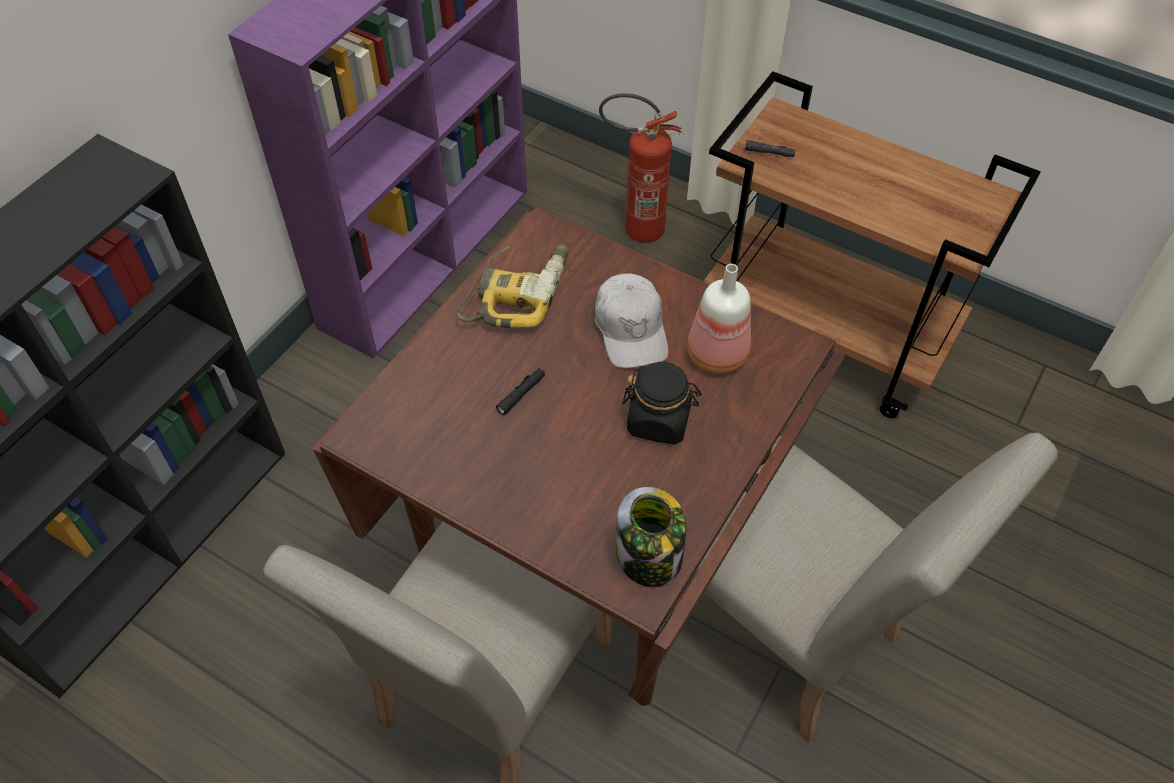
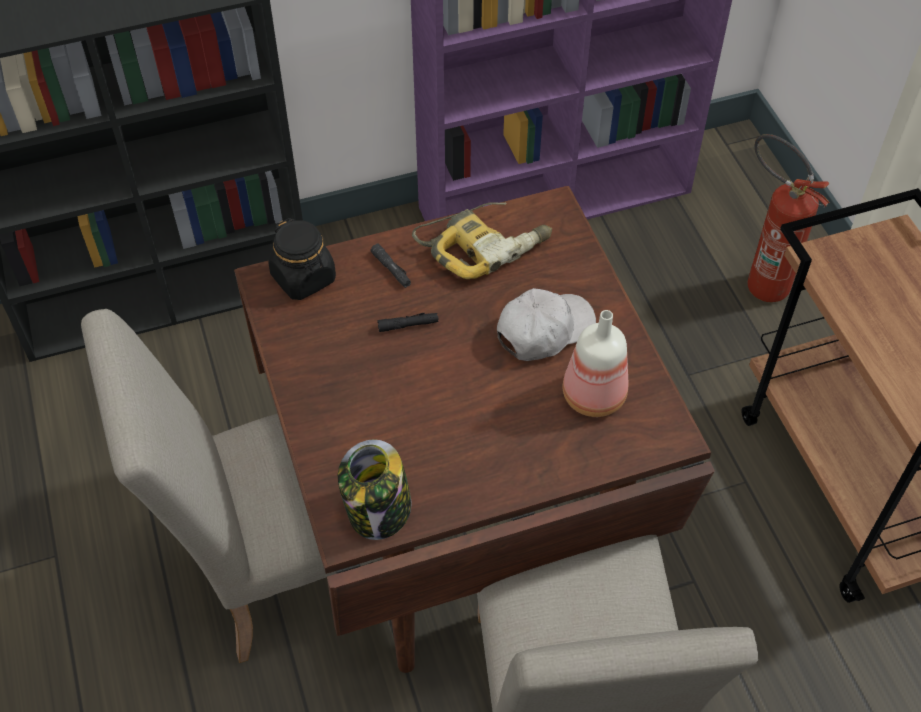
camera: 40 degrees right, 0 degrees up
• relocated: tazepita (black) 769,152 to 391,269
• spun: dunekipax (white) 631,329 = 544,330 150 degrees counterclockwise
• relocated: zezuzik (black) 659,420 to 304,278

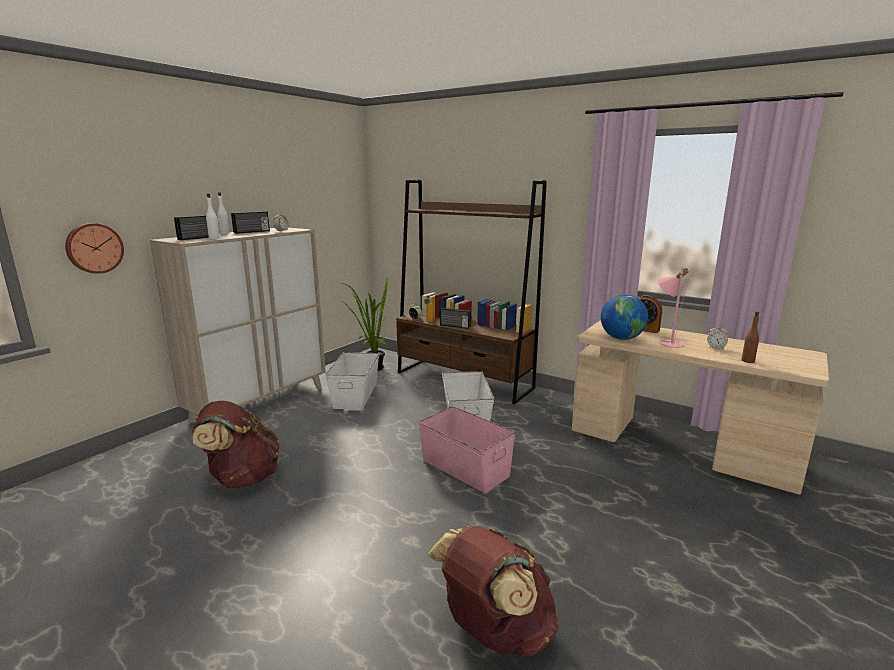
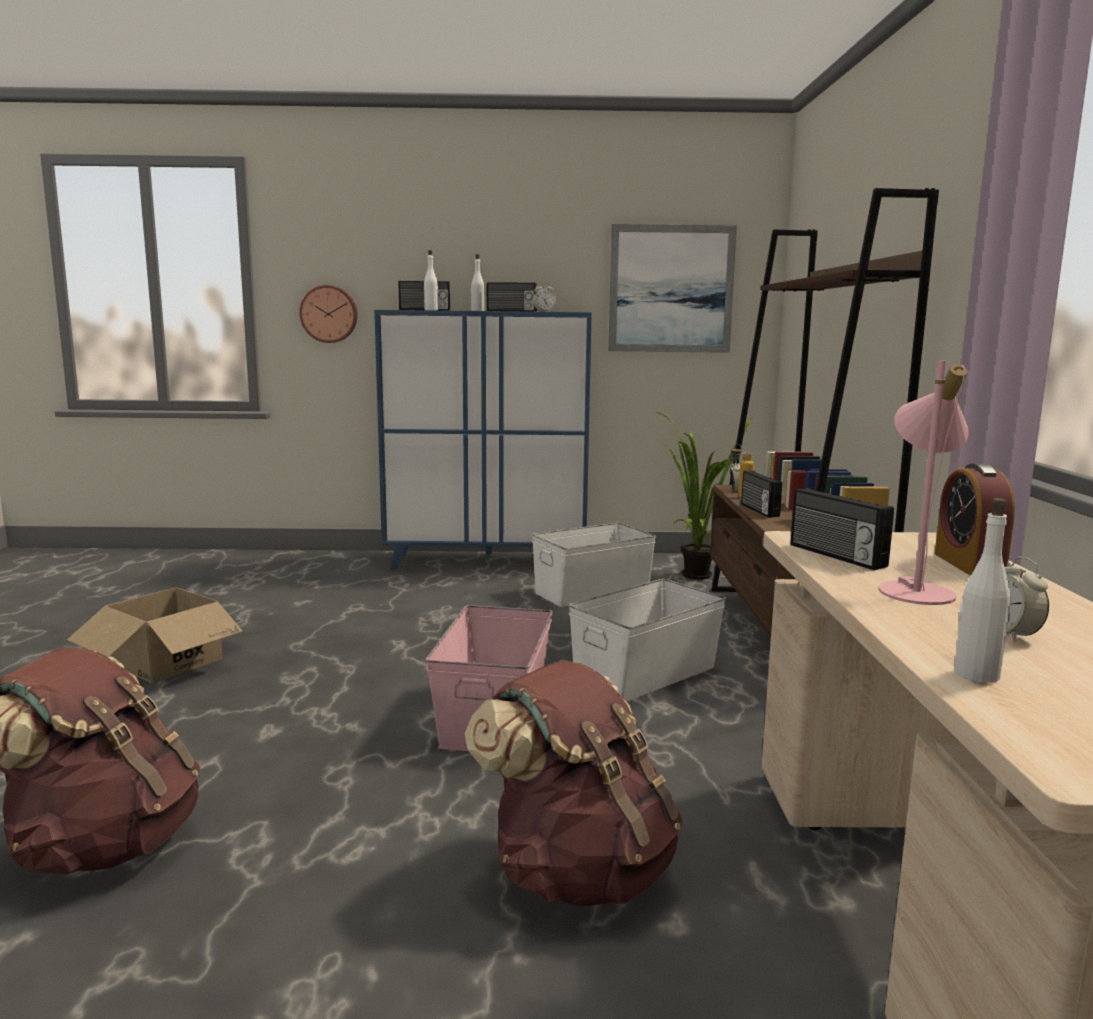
camera: 55 degrees right, 5 degrees down
• colour: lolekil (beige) 260,403 to lolekil (blue) 487,561
• exchanged: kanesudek 621,338 to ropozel 835,556
• colour: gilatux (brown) 747,361 to gilatux (white) 975,674
• relocated: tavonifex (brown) 242,478 to 577,871
• appeared: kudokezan 671,289
• appeared: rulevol 167,661

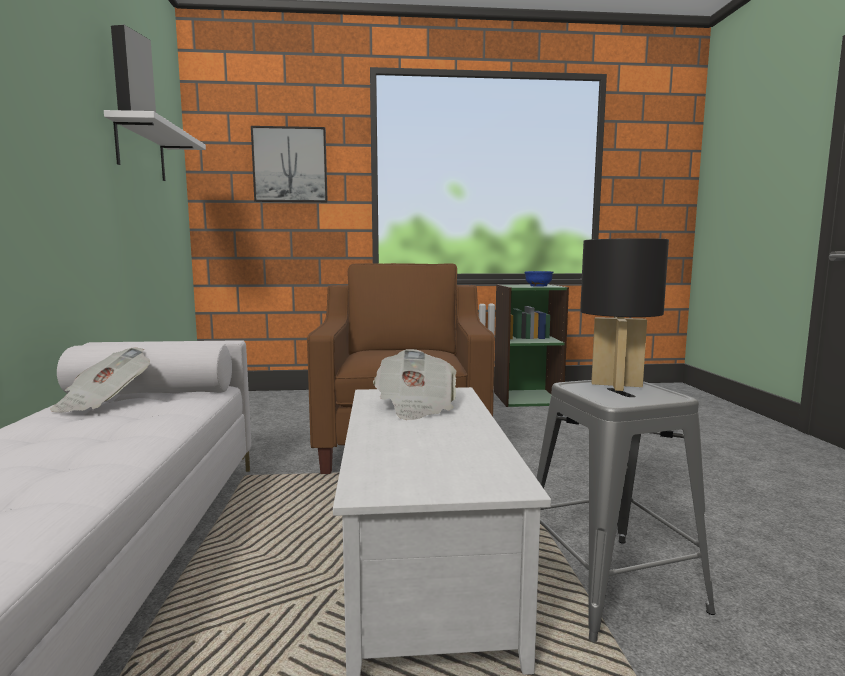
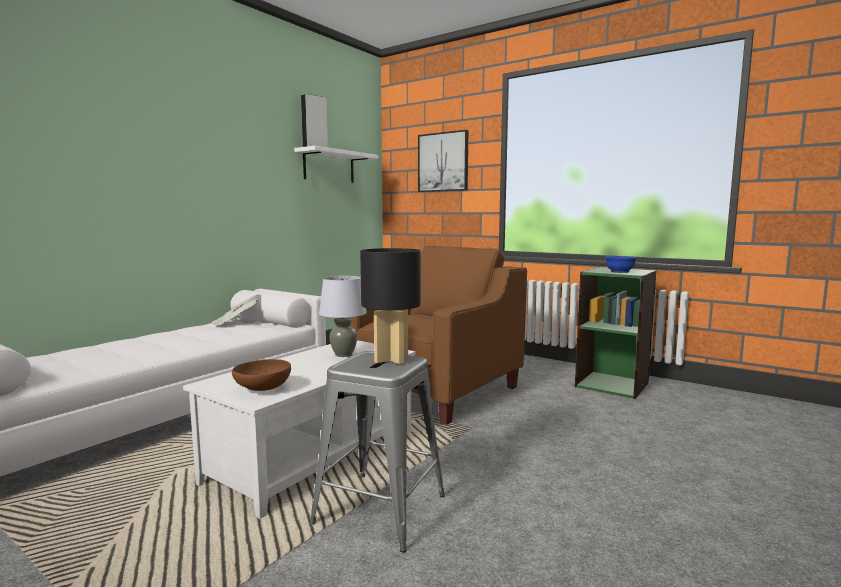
camera: 40 degrees right, 0 degrees up
• exchanged: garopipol 415,406 to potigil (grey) 344,354
• appeared: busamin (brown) 262,389

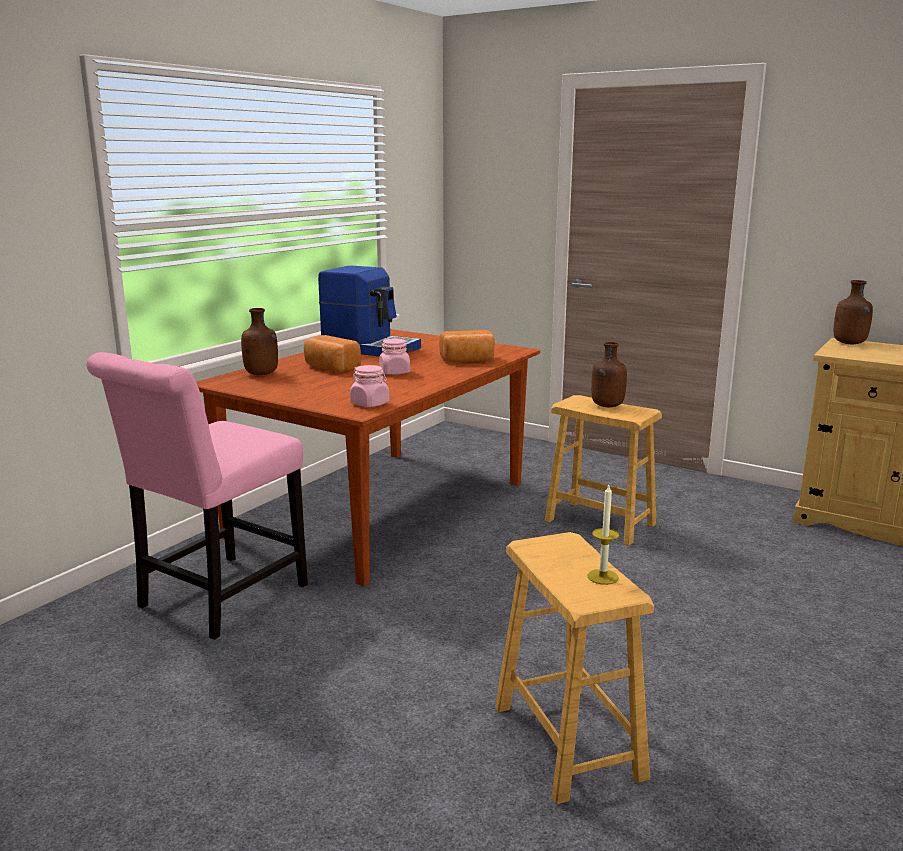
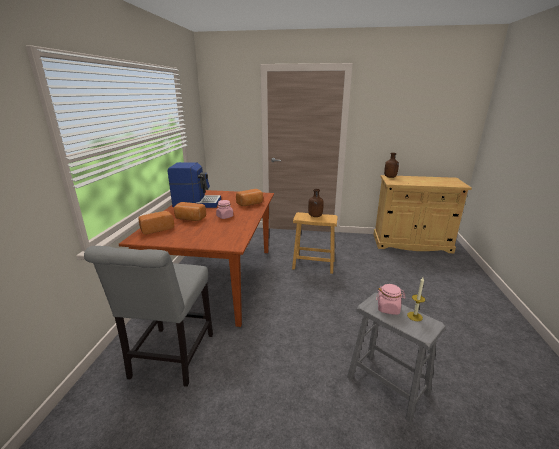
camera: 25 degrees left, 5 degrees up
• exchanged: gilatux (brown) 262,374 to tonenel 156,229
• colour: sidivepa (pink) 216,599 to sidivepa (grey) 170,359
• relocated: zezuzik (pink) 370,404 to 388,308
• colour: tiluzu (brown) 568,741 to tiluzu (grey) 387,384

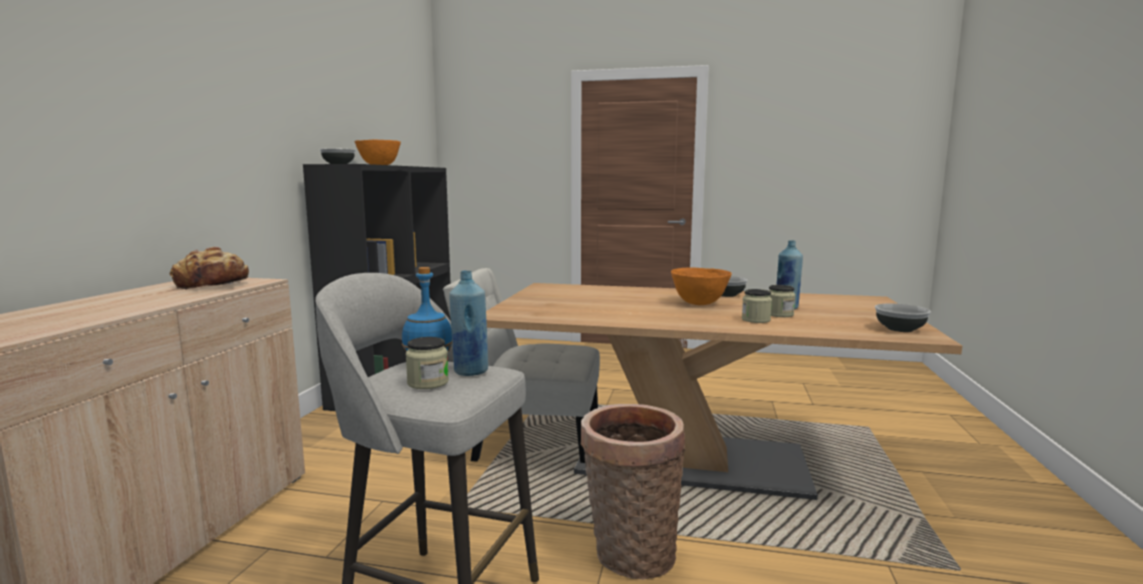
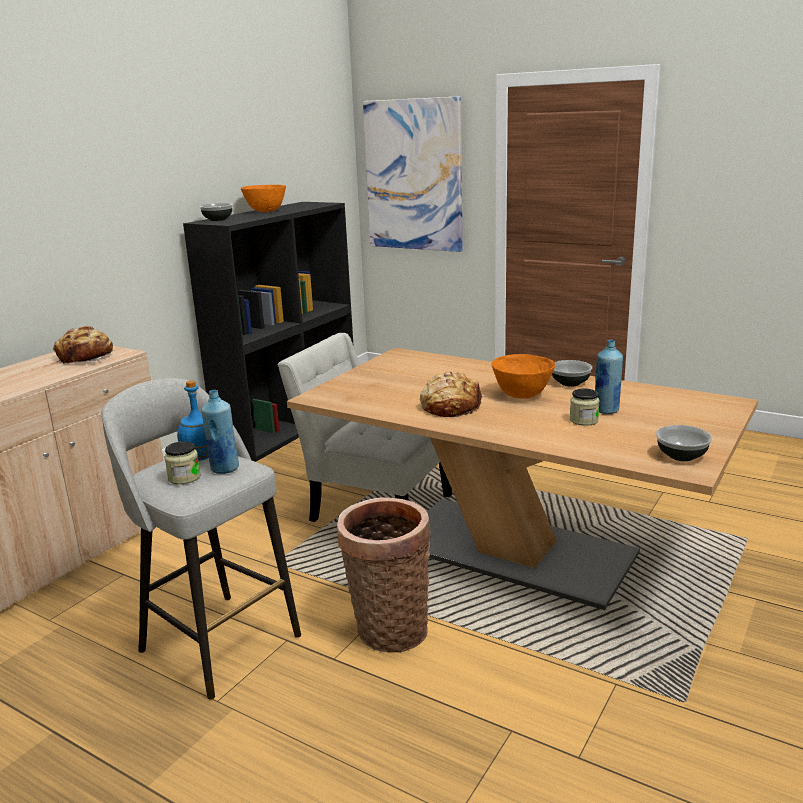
camera: 20 degrees right, 10 degrees up
• missing: zezuzik 756,320
• appeared: kudokezan 414,175
• appeared: tonenel 451,406

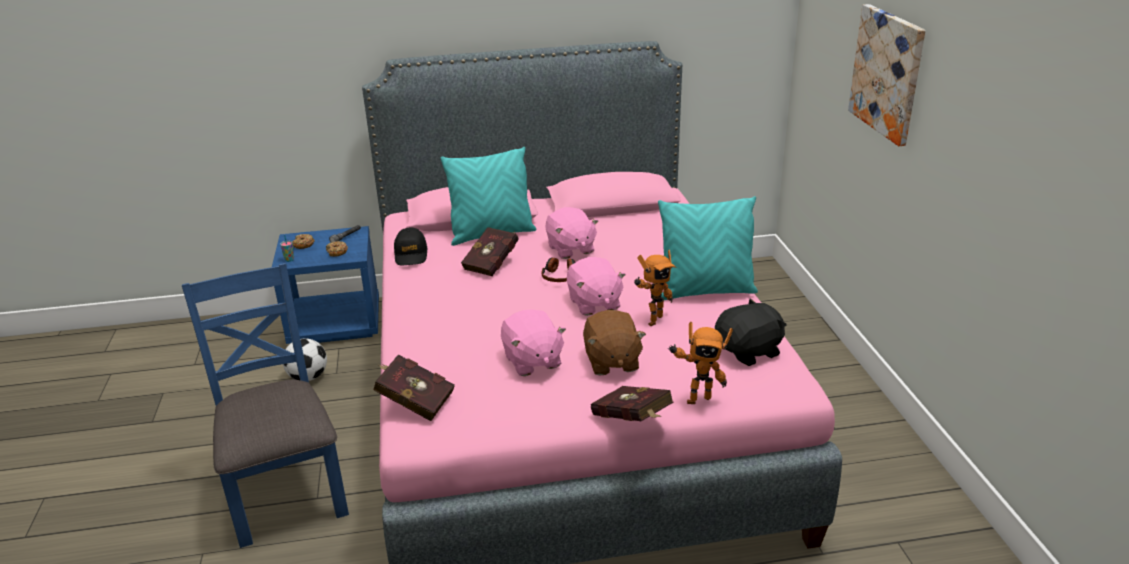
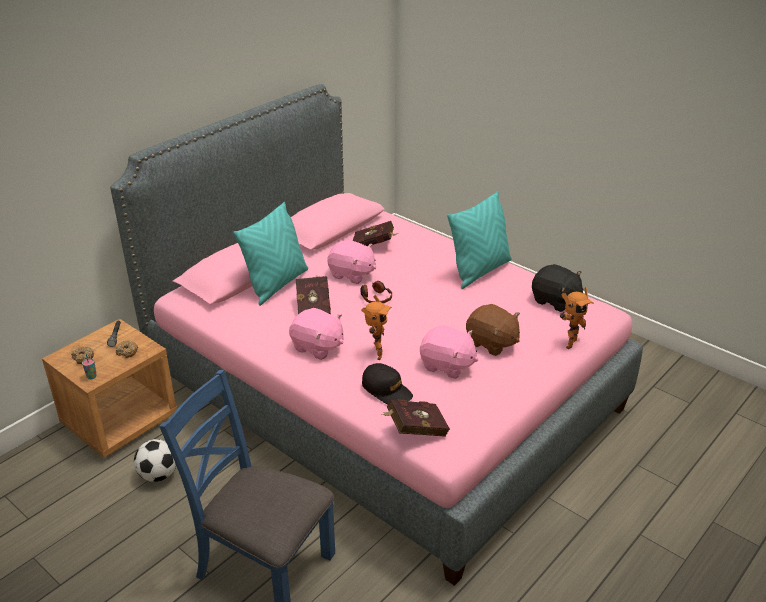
camera: 40 degrees left, 5 degrees up
• missing: kudokezan 887,73
• colour: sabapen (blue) 336,323 to sabapen (brown) 120,420
• relocated: dunekipax (black) 411,254 to 387,390
• relocated: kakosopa 652,320 to 375,354
• relocated: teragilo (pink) 594,303 to 317,347
• spun: teragilo (black) 749,351 = 555,301 105 degrees clockwise
• relocated: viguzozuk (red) 633,421 to 374,246

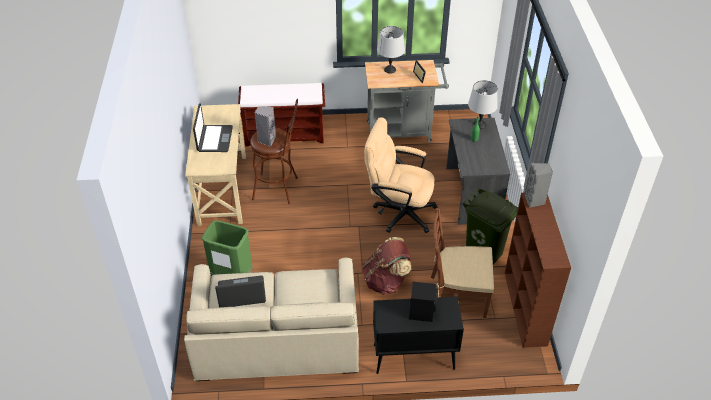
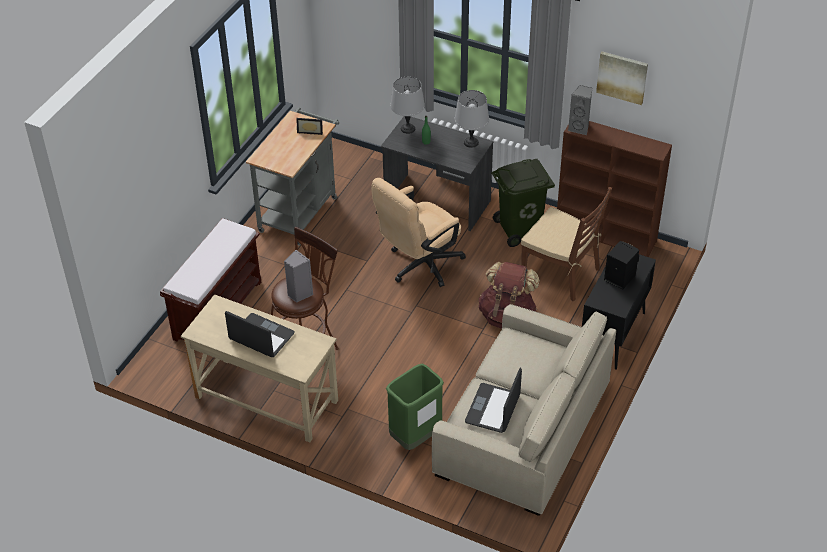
camera: 60 degrees left, 0 degrees up
• relocated: potigil (grey) 389,69 to 470,143
• spun: sidivepa (brown) 457,296 = 561,273 90 degrees counterclockwise
• appeared: kudokezan 622,77

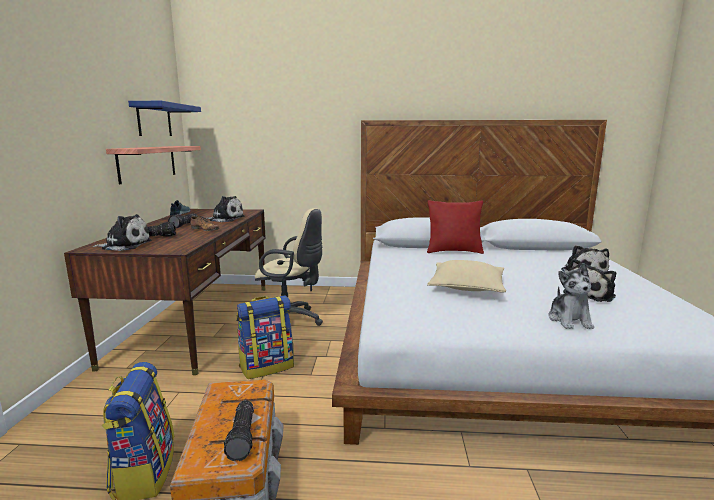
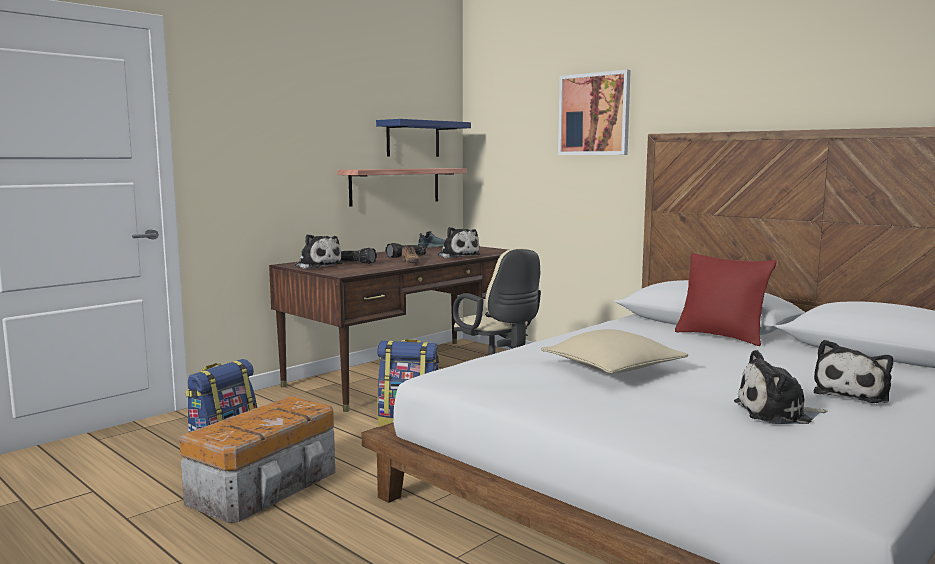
camera: 40 degrees right, 5 degrees down
• missing: teragilo 569,320
• missing: tazepita 243,437
• appeared: kudokezan 594,114

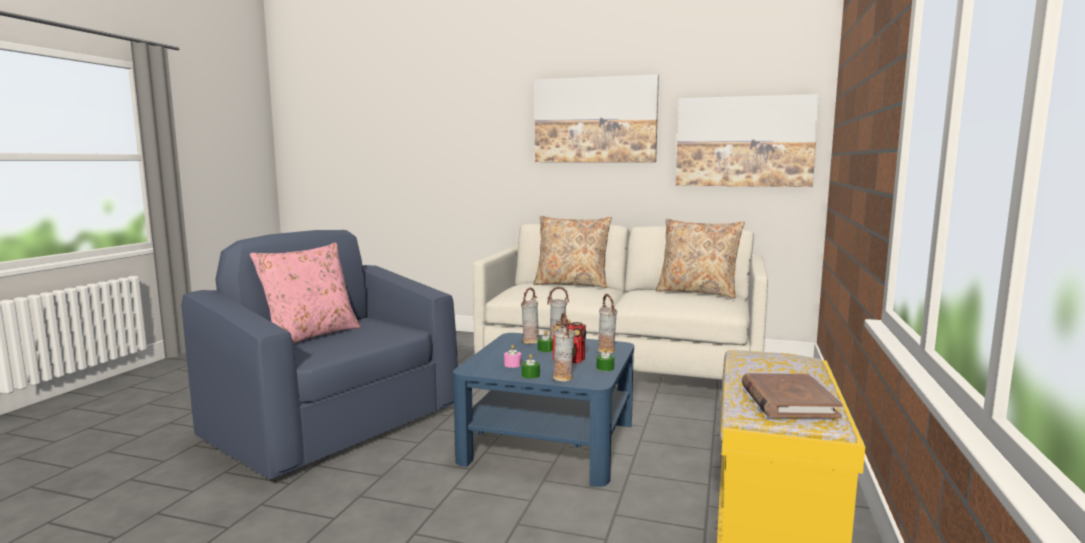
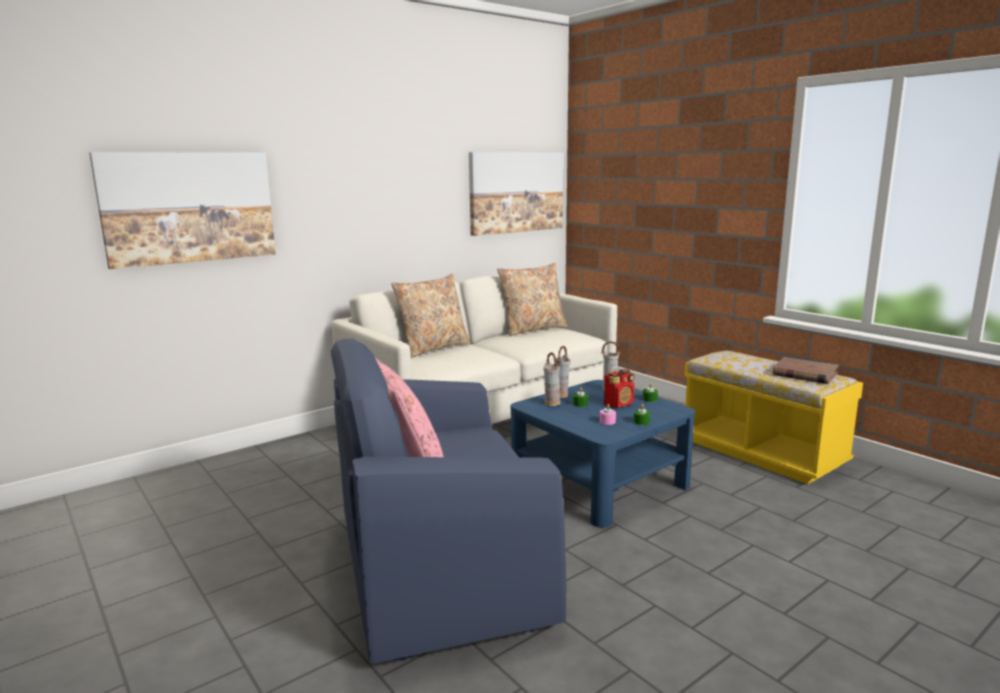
camera: 55 degrees left, 5 degrees up
• relocated: kudokezan 595,120 to 189,207
• missing: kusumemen 563,378

